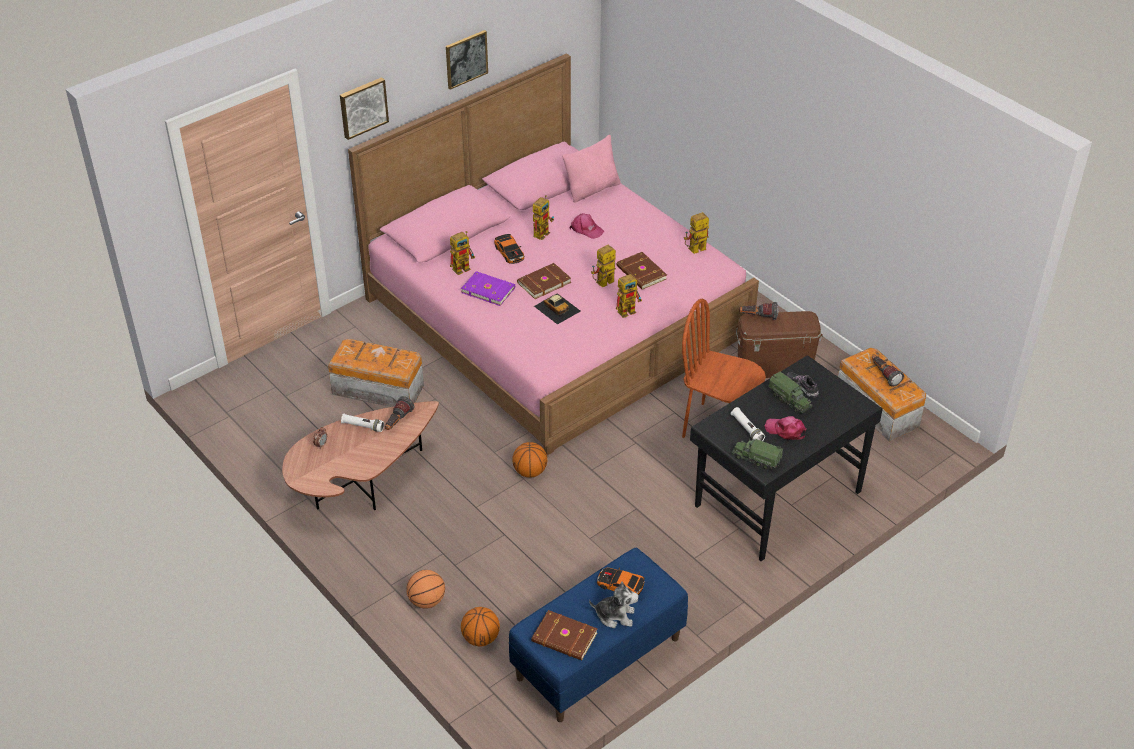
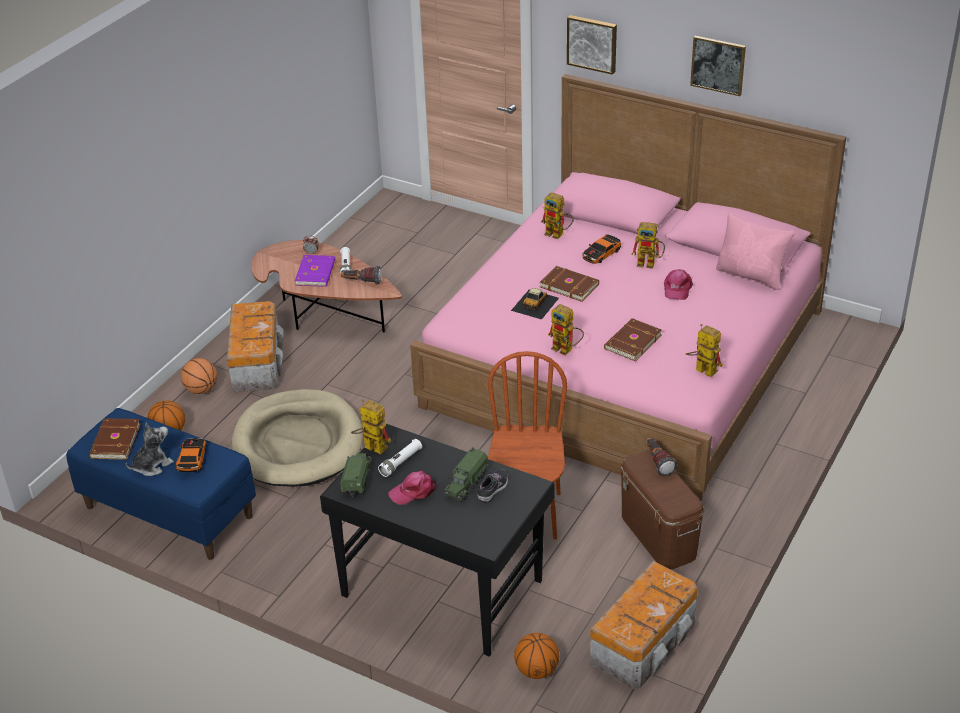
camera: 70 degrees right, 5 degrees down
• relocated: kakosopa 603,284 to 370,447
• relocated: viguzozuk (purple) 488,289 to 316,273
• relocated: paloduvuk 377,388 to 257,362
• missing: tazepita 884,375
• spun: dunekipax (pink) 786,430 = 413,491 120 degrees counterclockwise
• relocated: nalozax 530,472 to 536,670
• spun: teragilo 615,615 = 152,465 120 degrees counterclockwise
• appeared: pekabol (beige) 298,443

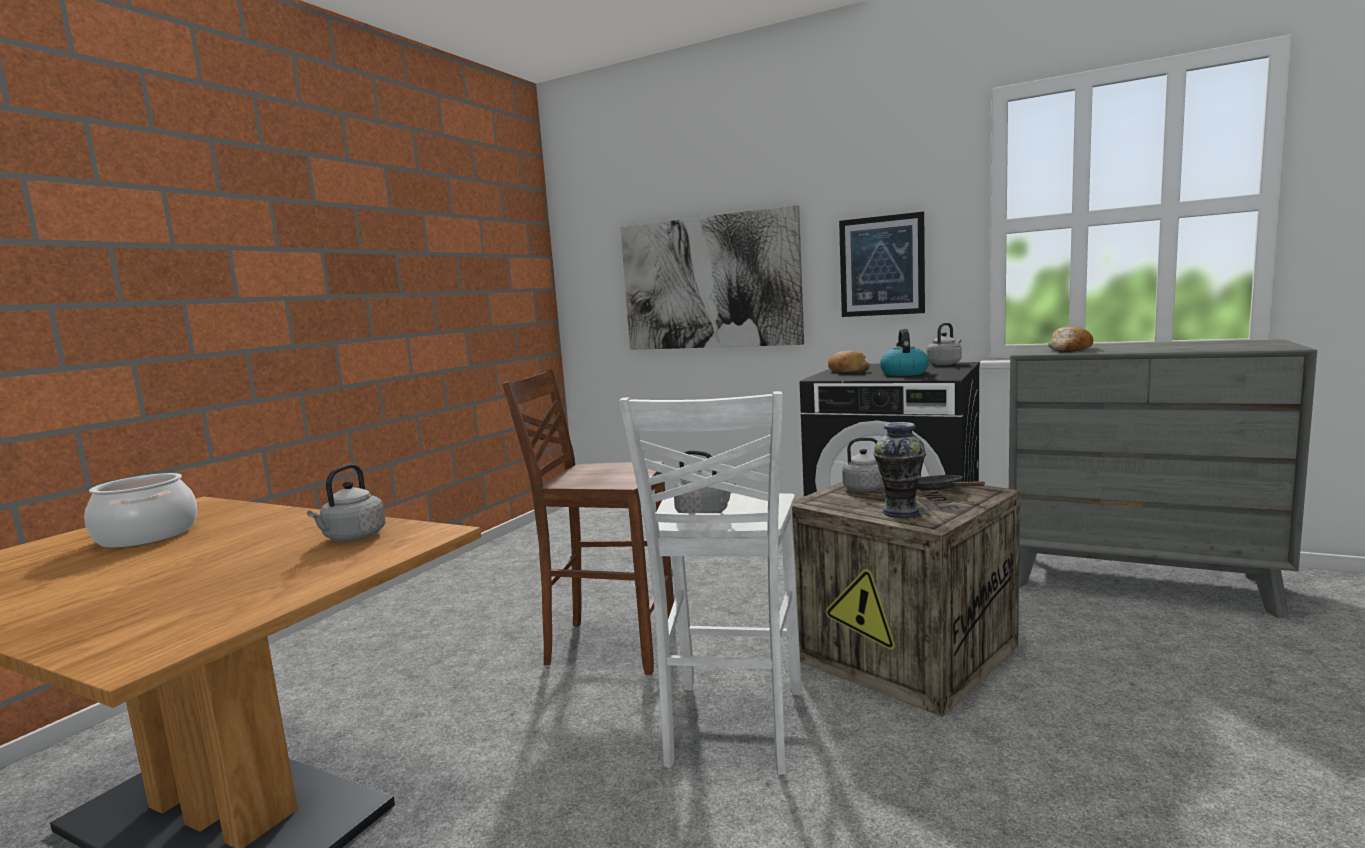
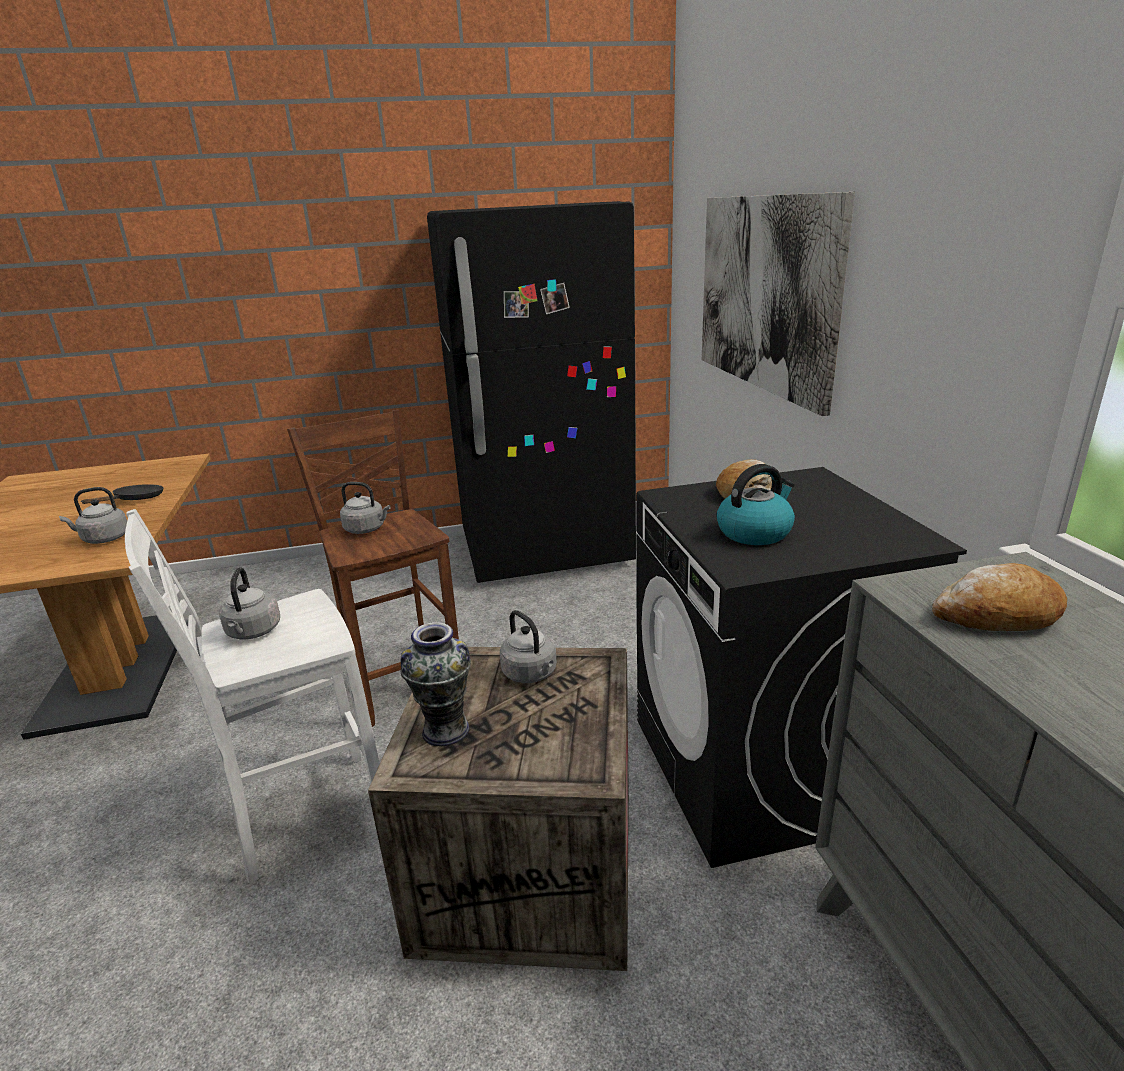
camera: 50 degrees right, 15 degrees up
• missing: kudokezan 882,266
• relocated: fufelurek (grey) 945,364 to 367,529
• missing: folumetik 148,536
• relocated: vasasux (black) 940,491 to 135,500
• appeared: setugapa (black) 545,551

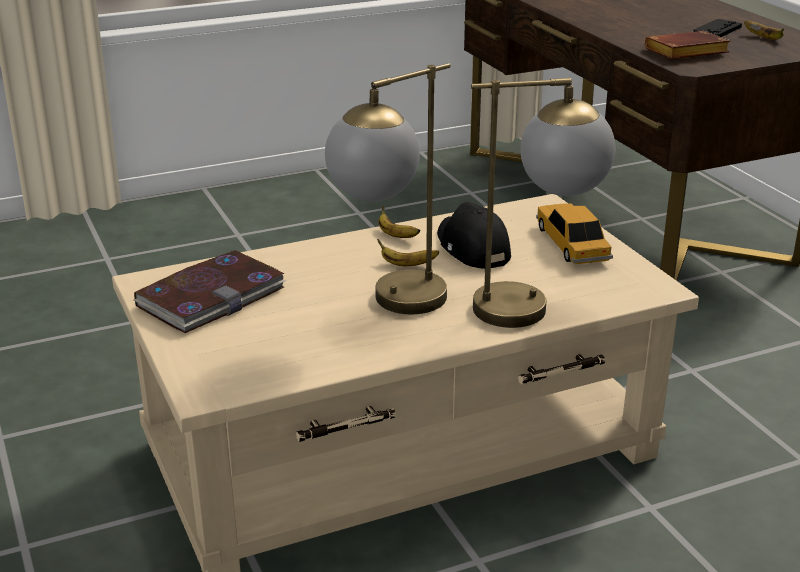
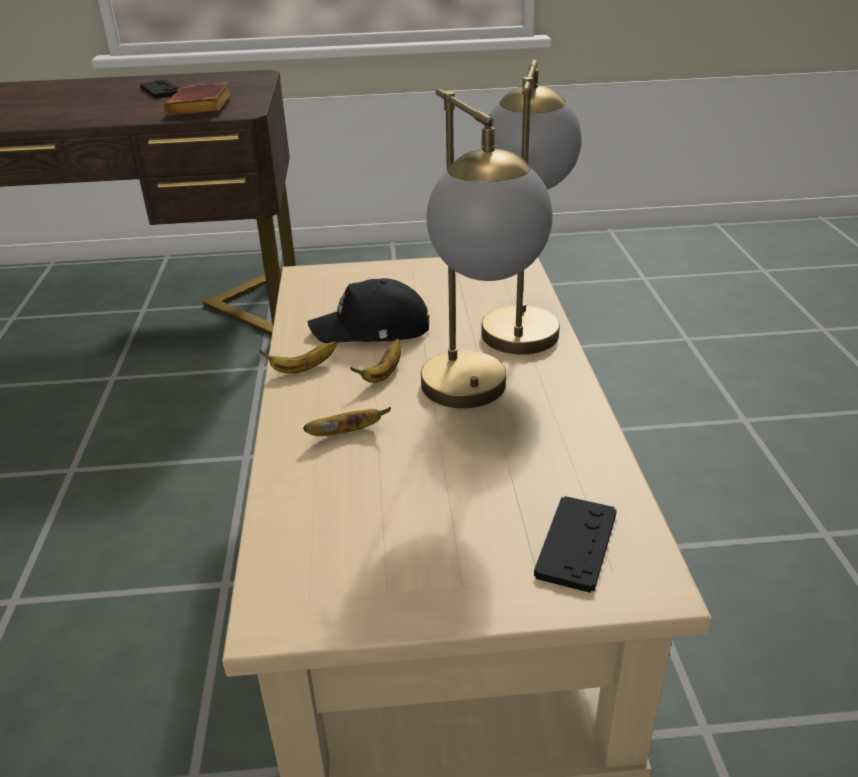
camera: 70 degrees left, 5 degrees up
• relocated: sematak 764,38 to 346,433
• missing: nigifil 571,244
• missing: viguzozuk 211,296
• appeared: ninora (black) 576,544

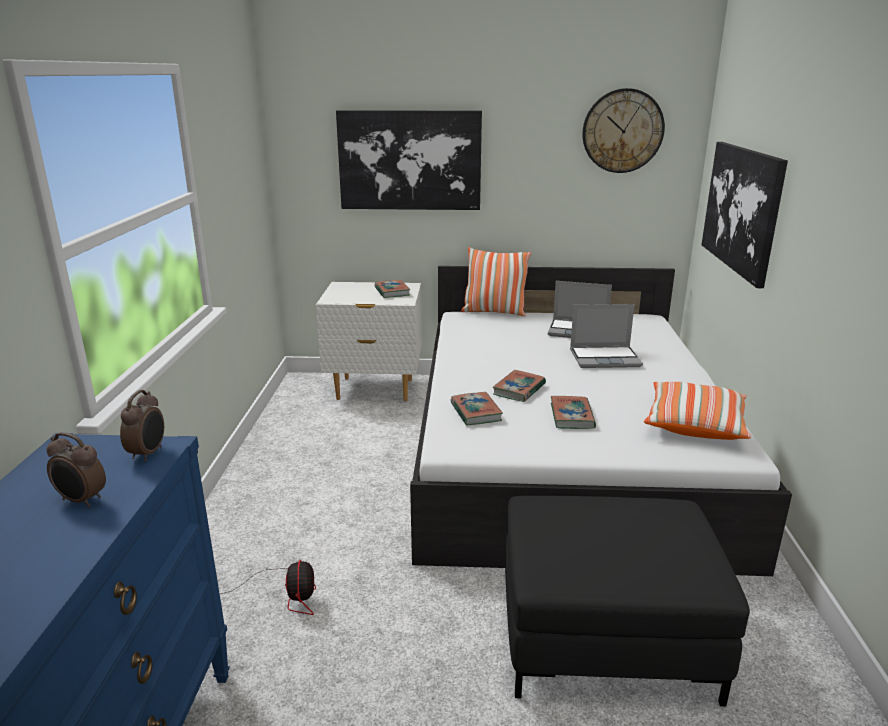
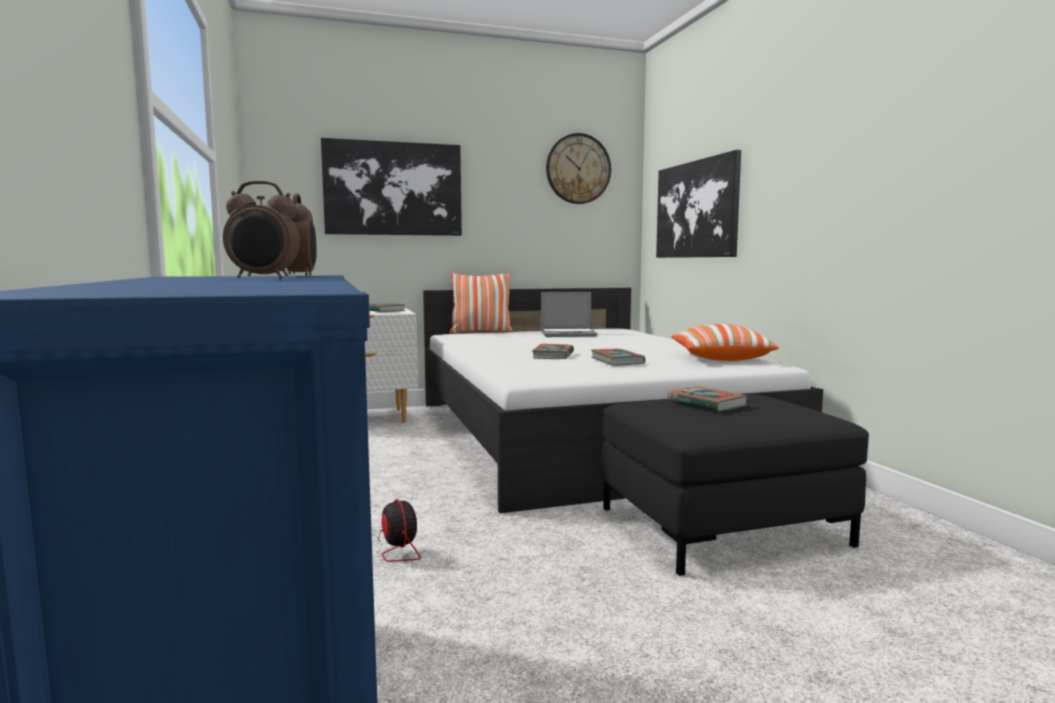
camera: 20 degrees left, 15 degrees down
• missing: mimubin 605,358
• relocated: viguzozuk 475,412 to 706,404

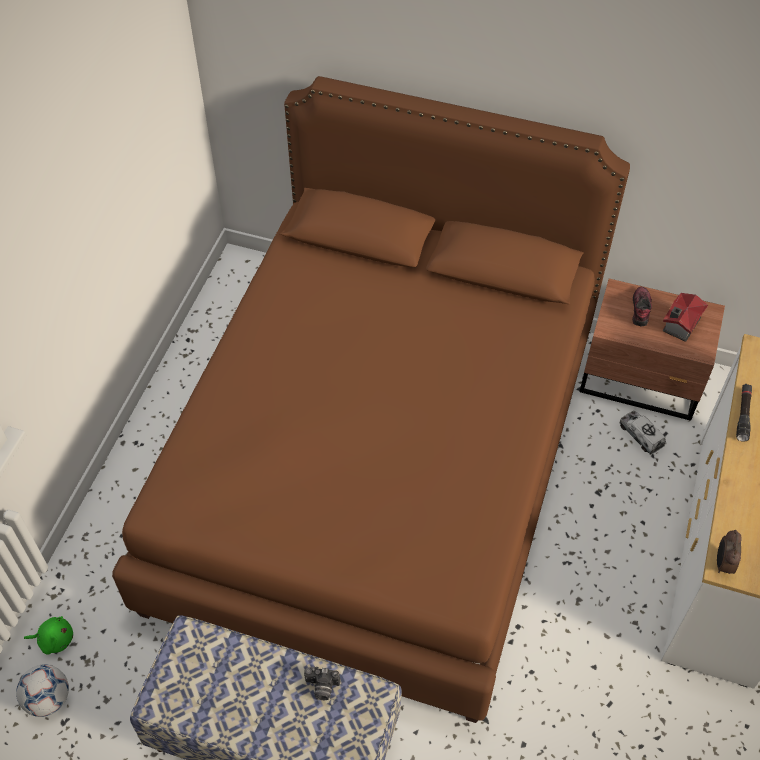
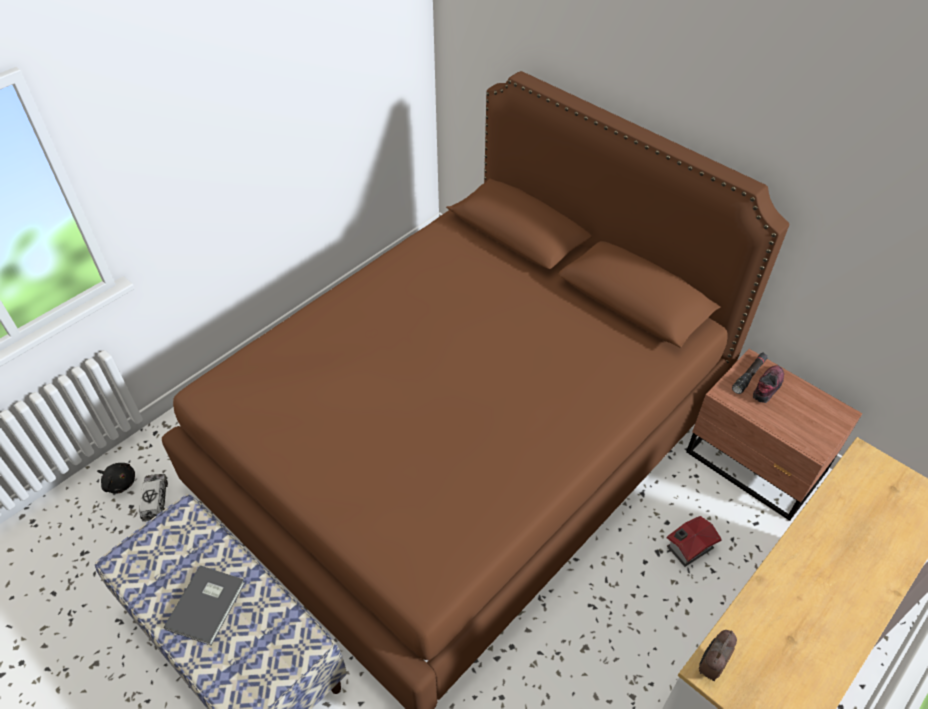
camera: 25 degrees right, 5 degrees down
• relocated: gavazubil 679,325 to 688,547
• relocated: tazepita (black) 743,415 to 749,376
• relocated: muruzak 640,436 to 155,500
• colour: teragilo (green) 54,639 to teragilo (black) 119,482
• missing: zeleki 48,699
• missing: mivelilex 321,688
• appeared: viguzozuk (grey) 208,605

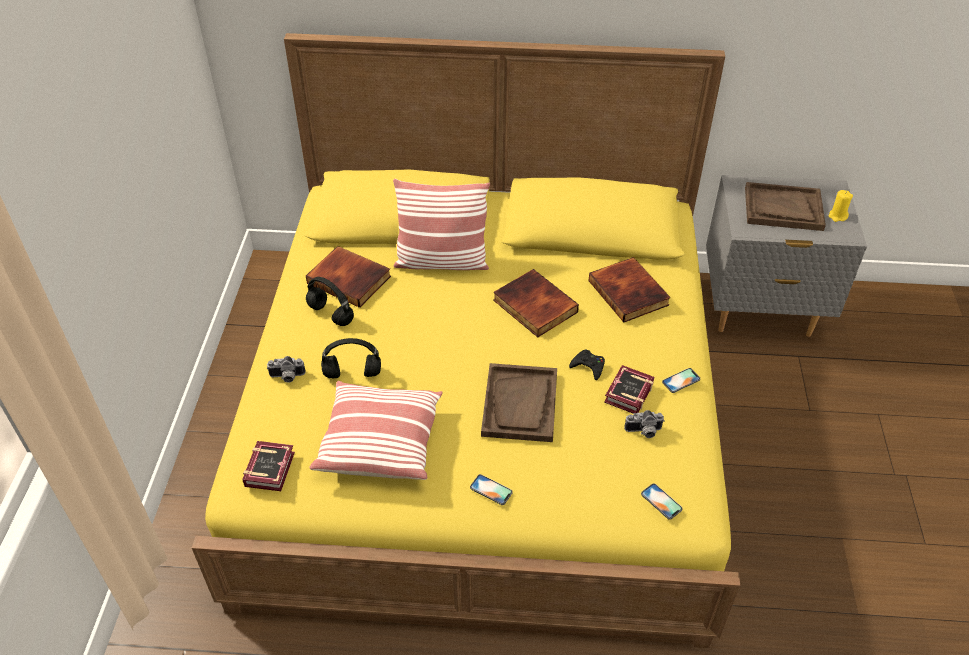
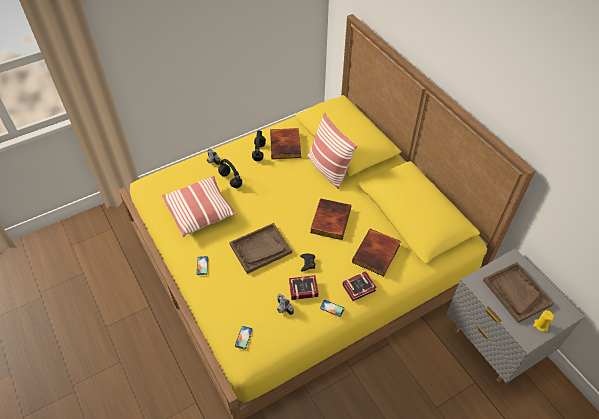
camera: 55 degrees right, 5 degrees up
• relocated: viguzozuk 272,467 to 360,288

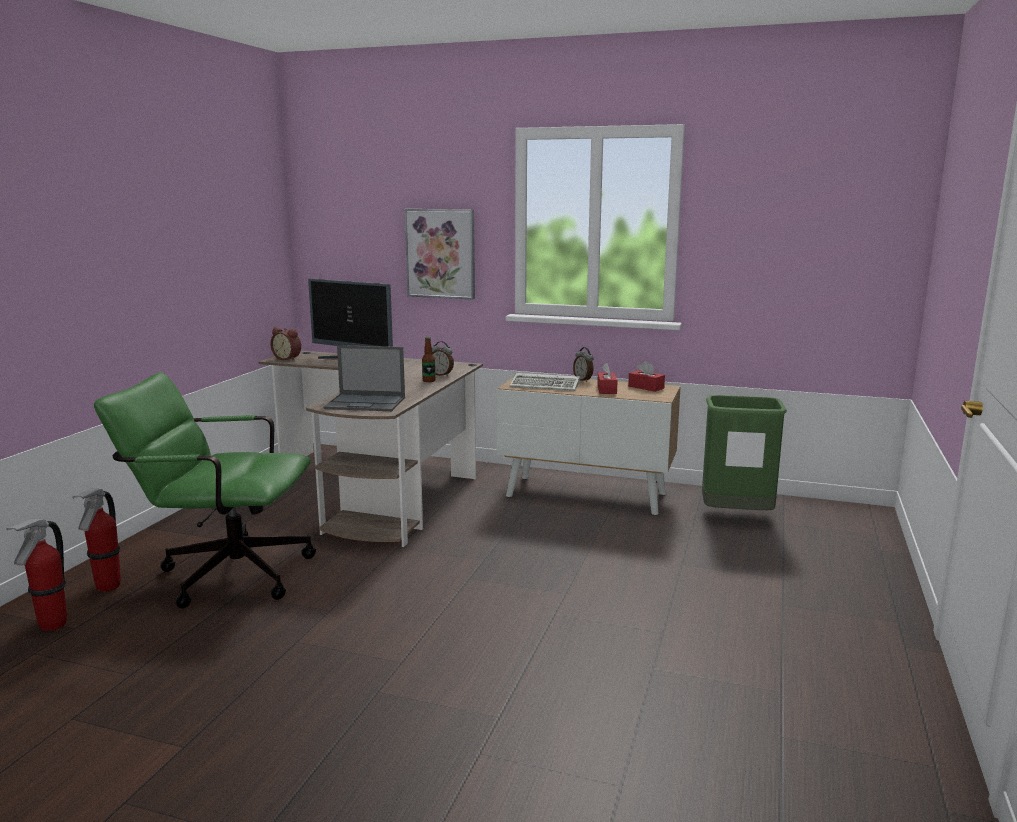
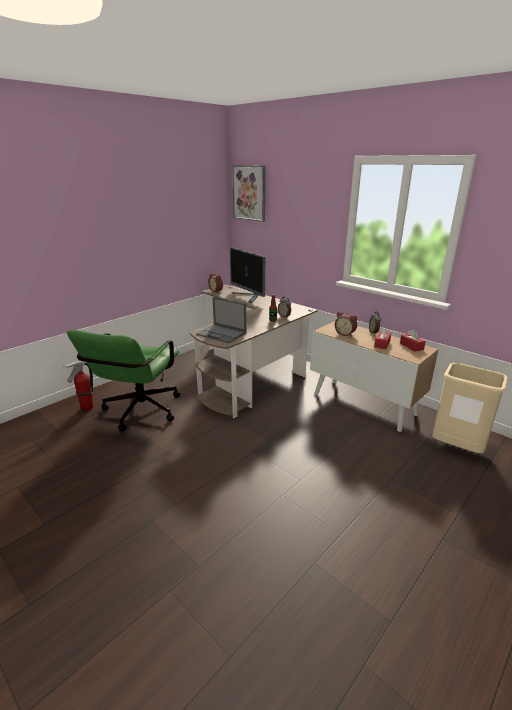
camera: 25 degrees right, 10 degrees up
• relocated: kudokezan 441,253 to 249,193
• spun: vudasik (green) 224,573 = 138,413 105 degrees counterclockwise
• exchanged: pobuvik 546,385 to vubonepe 345,333
• colour: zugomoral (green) 736,516 to zugomoral (beige) 456,447
• missing: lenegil 52,625

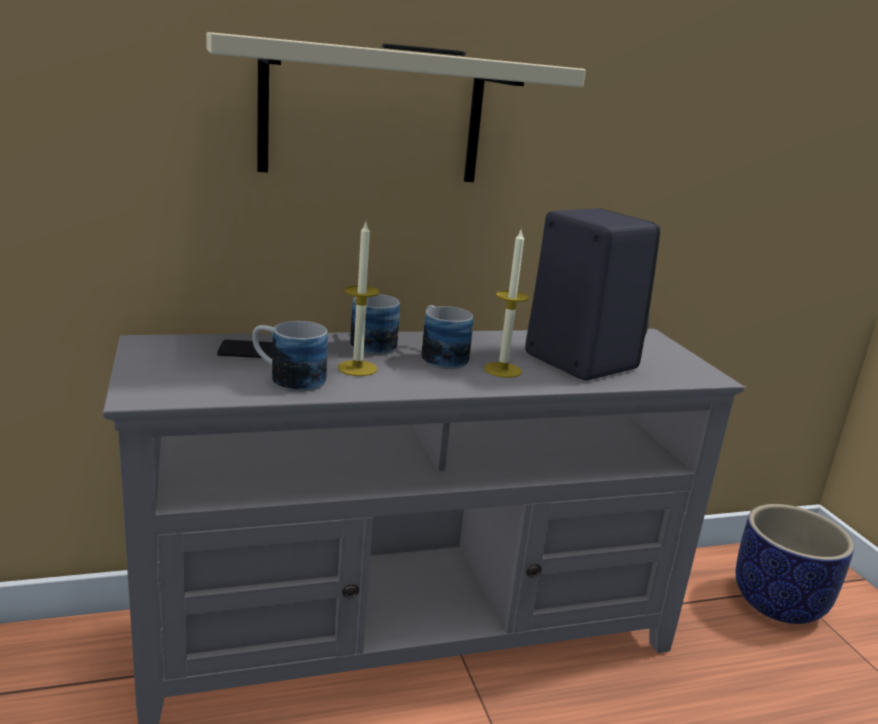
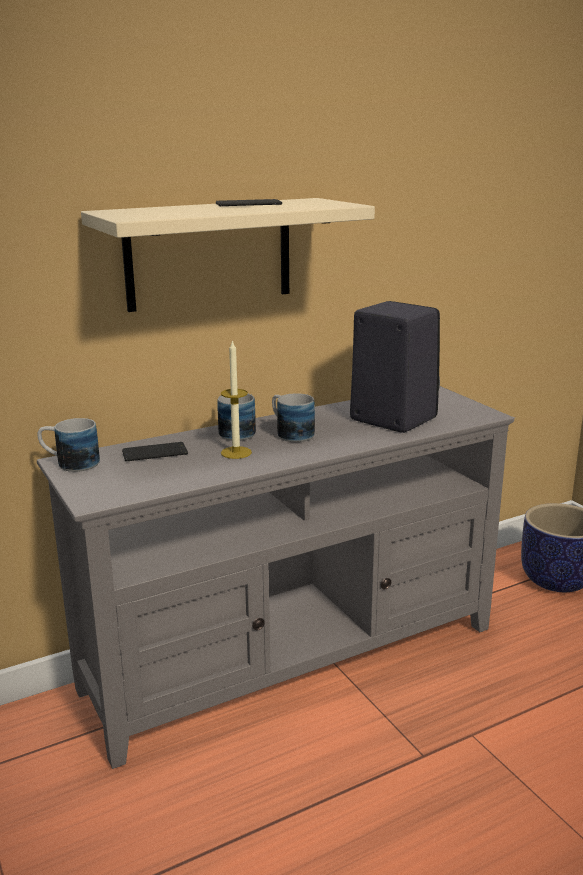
camera: 10 degrees left, 0 degrees up
• missing: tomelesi 502,370
• relocated: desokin 287,379 to 70,463

